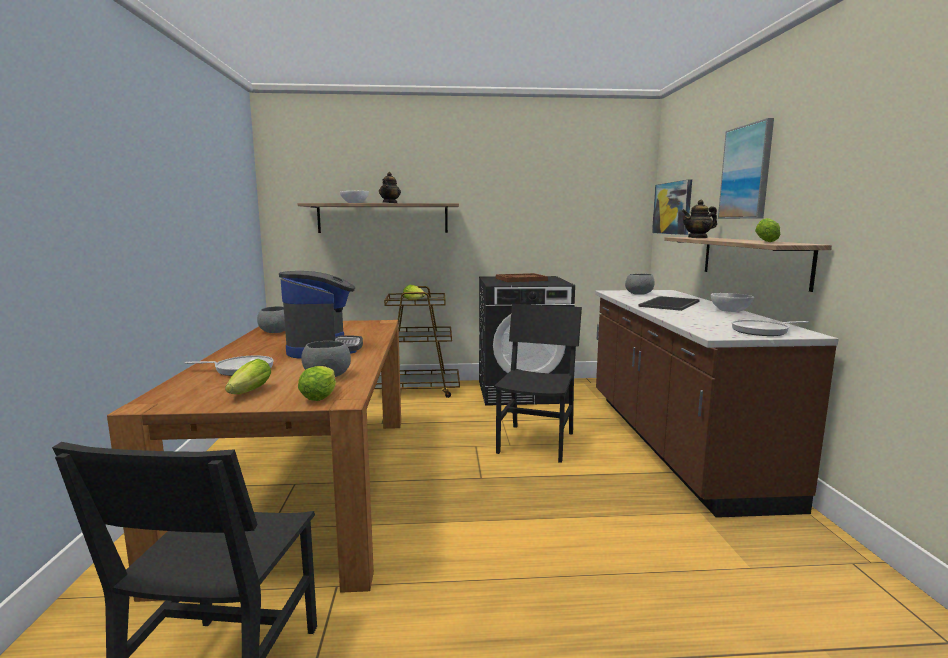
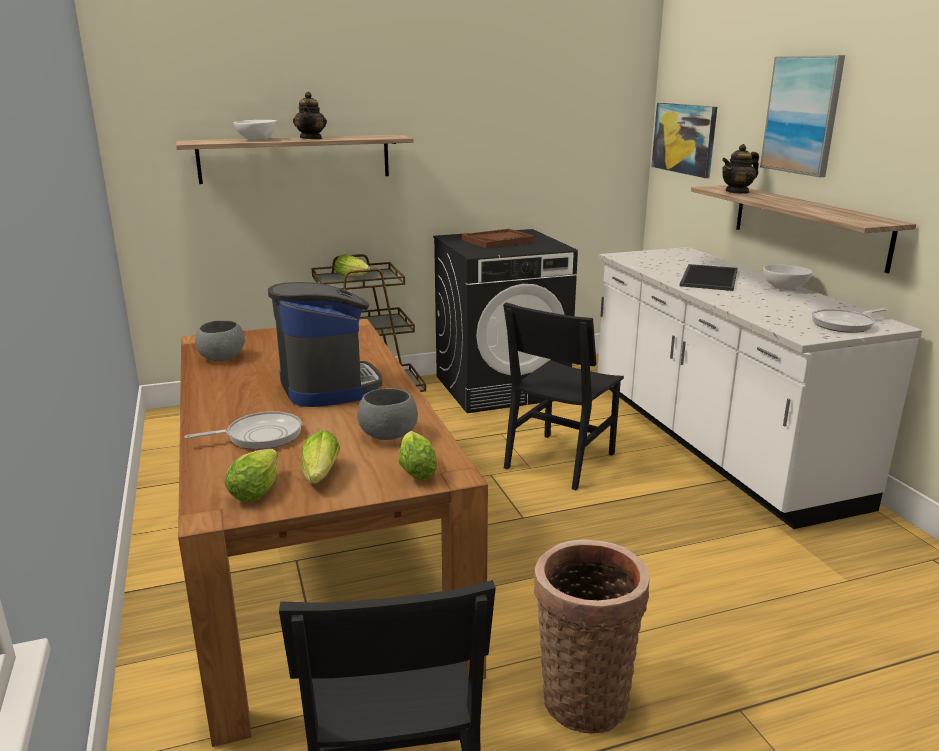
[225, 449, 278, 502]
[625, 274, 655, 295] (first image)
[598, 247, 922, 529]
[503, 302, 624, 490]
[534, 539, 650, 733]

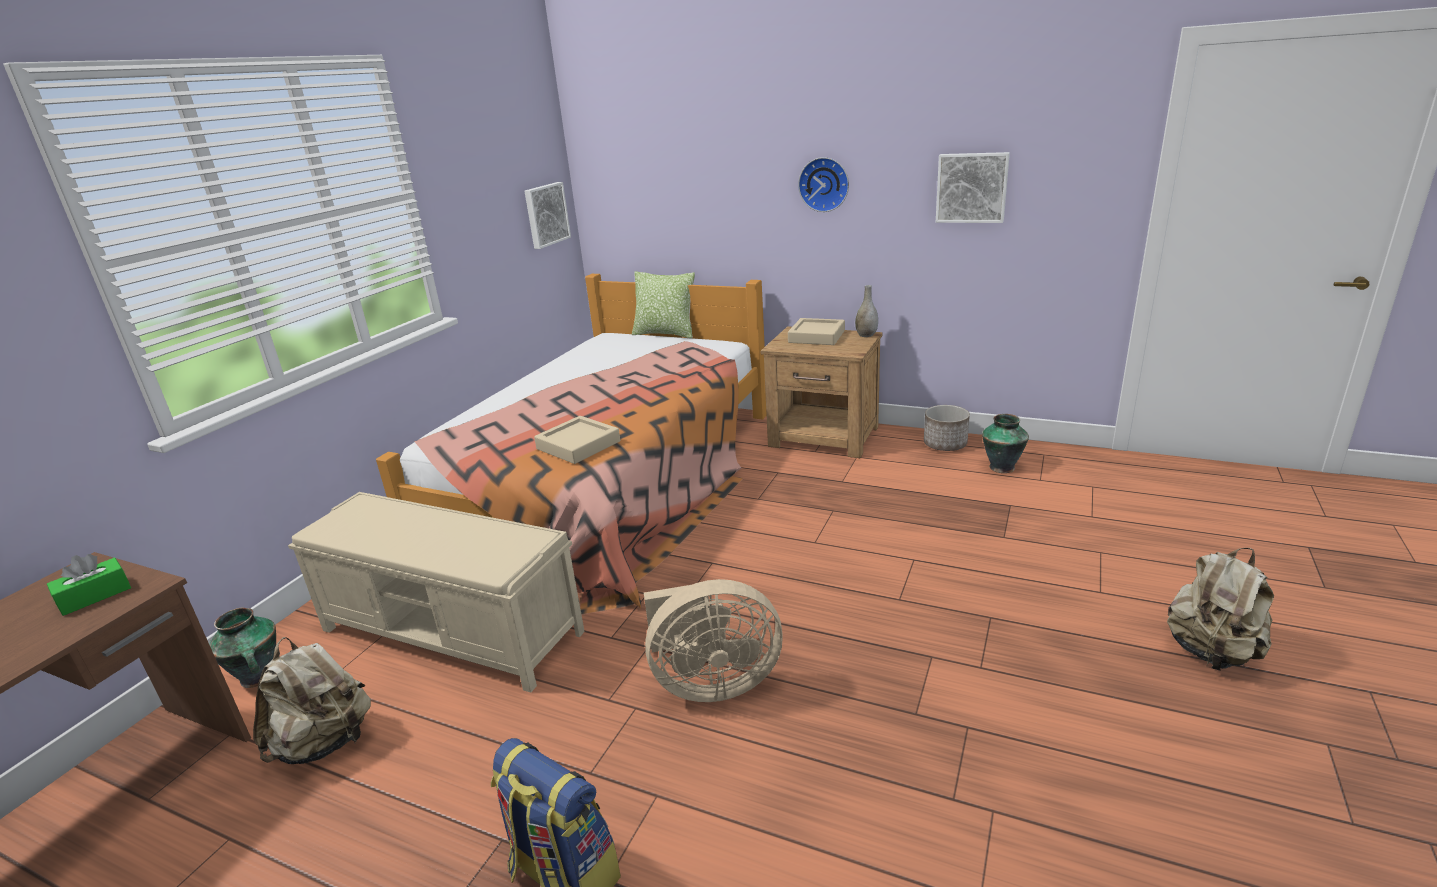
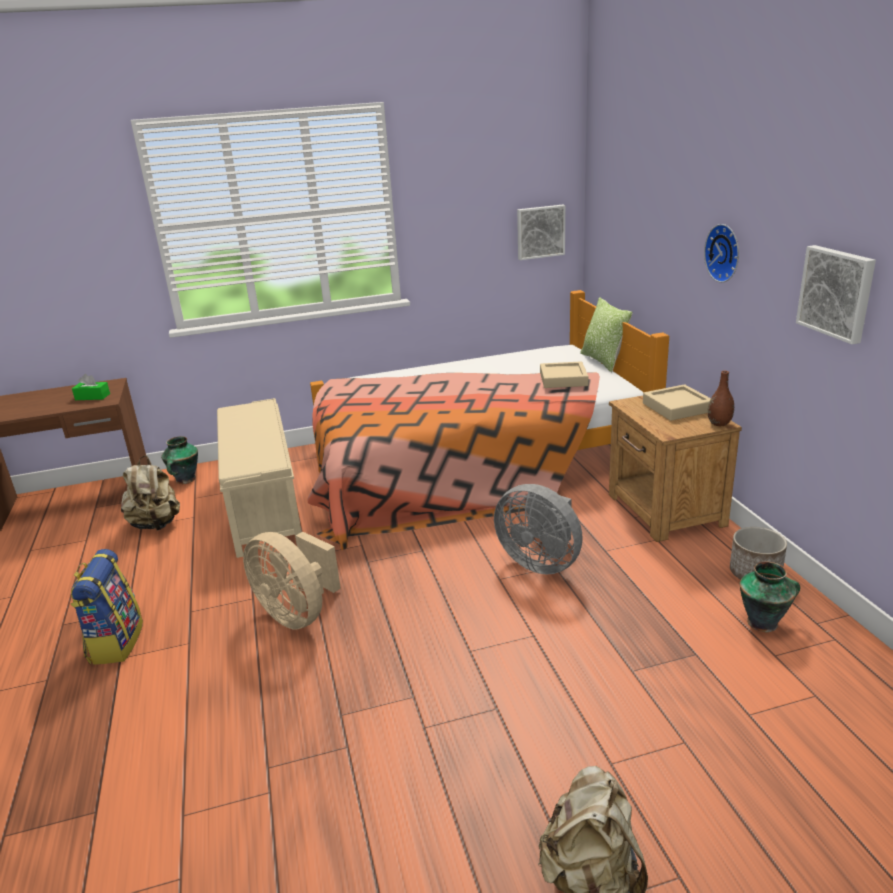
[708, 371, 734, 426]
[540, 361, 589, 388]
[494, 484, 583, 575]

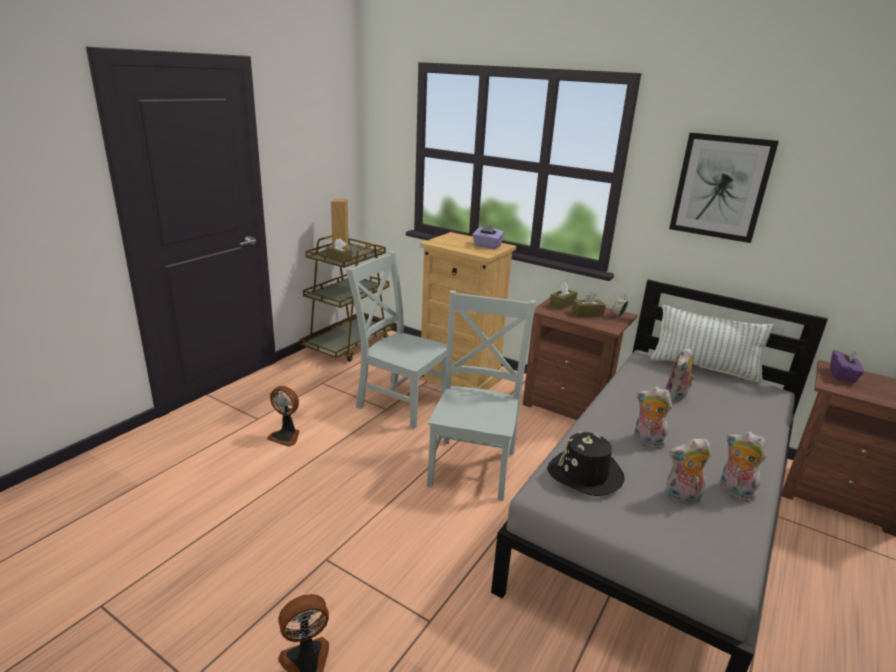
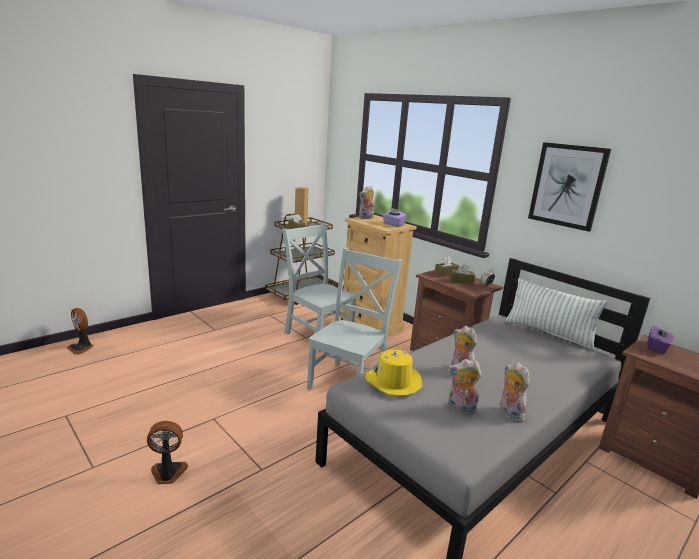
[359, 186, 374, 219]
[67, 308, 94, 355]
[365, 348, 423, 396]

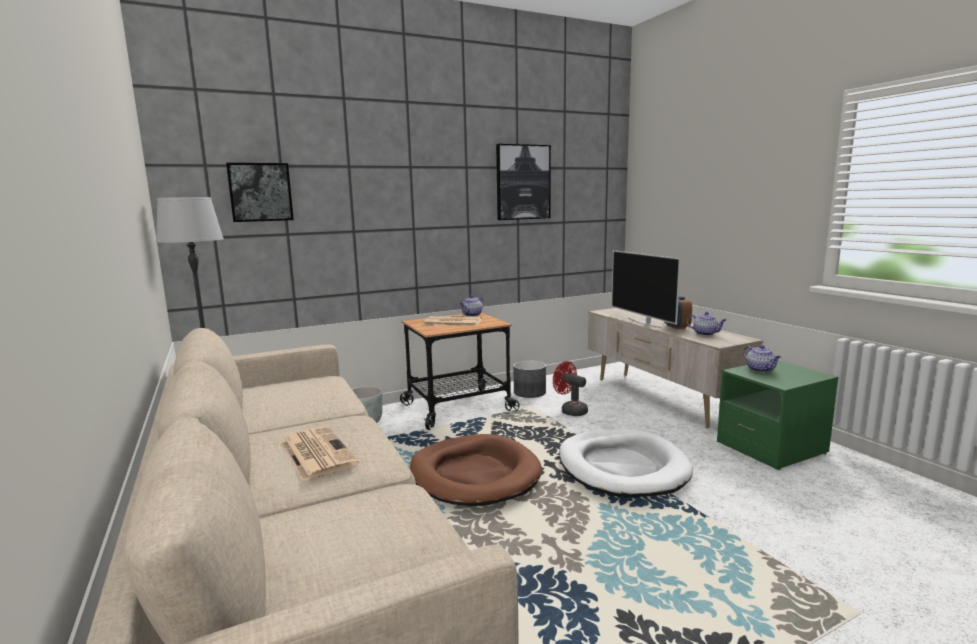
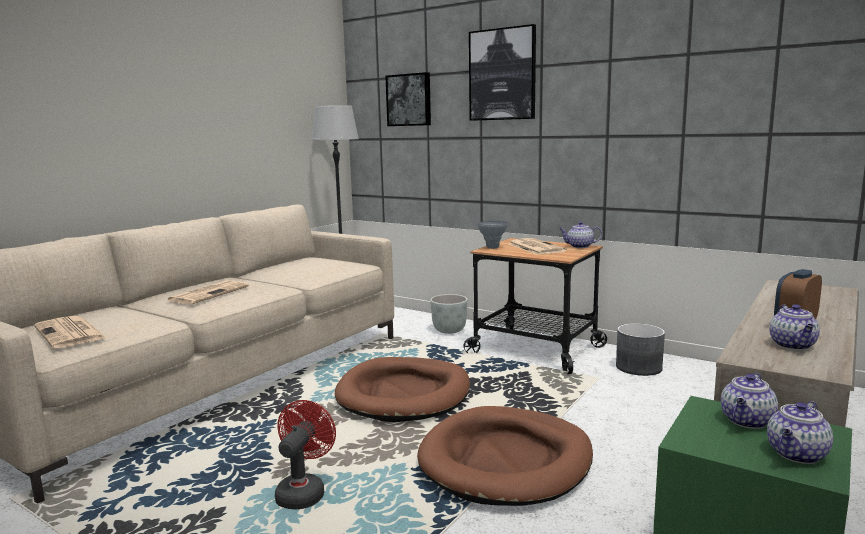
[469, 24, 536, 121]
[612, 250, 681, 328] (first image)
[275, 400, 336, 509]
[417, 406, 593, 506]
[478, 221, 508, 249]
[34, 316, 106, 348]
[767, 401, 833, 464]

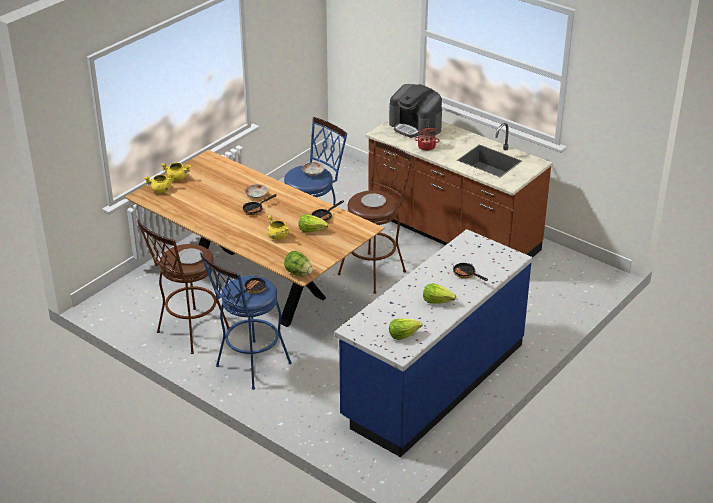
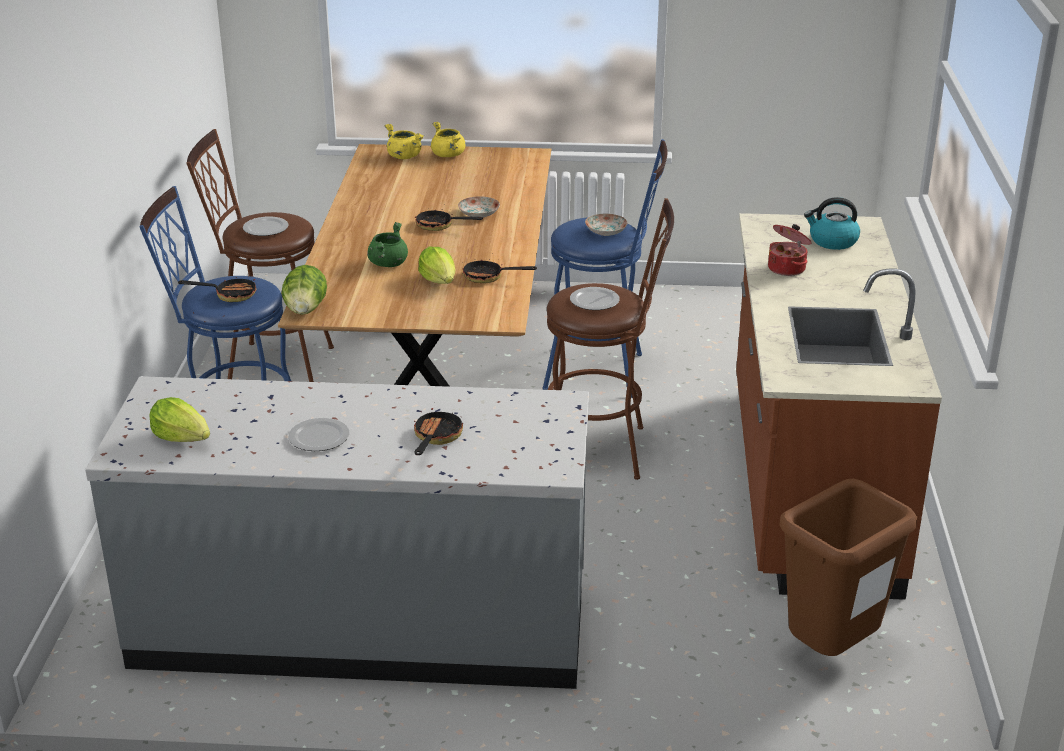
[804, 197, 860, 250]
[367, 222, 408, 267]
[85, 376, 589, 689]
[288, 418, 349, 451]
[779, 479, 917, 656]

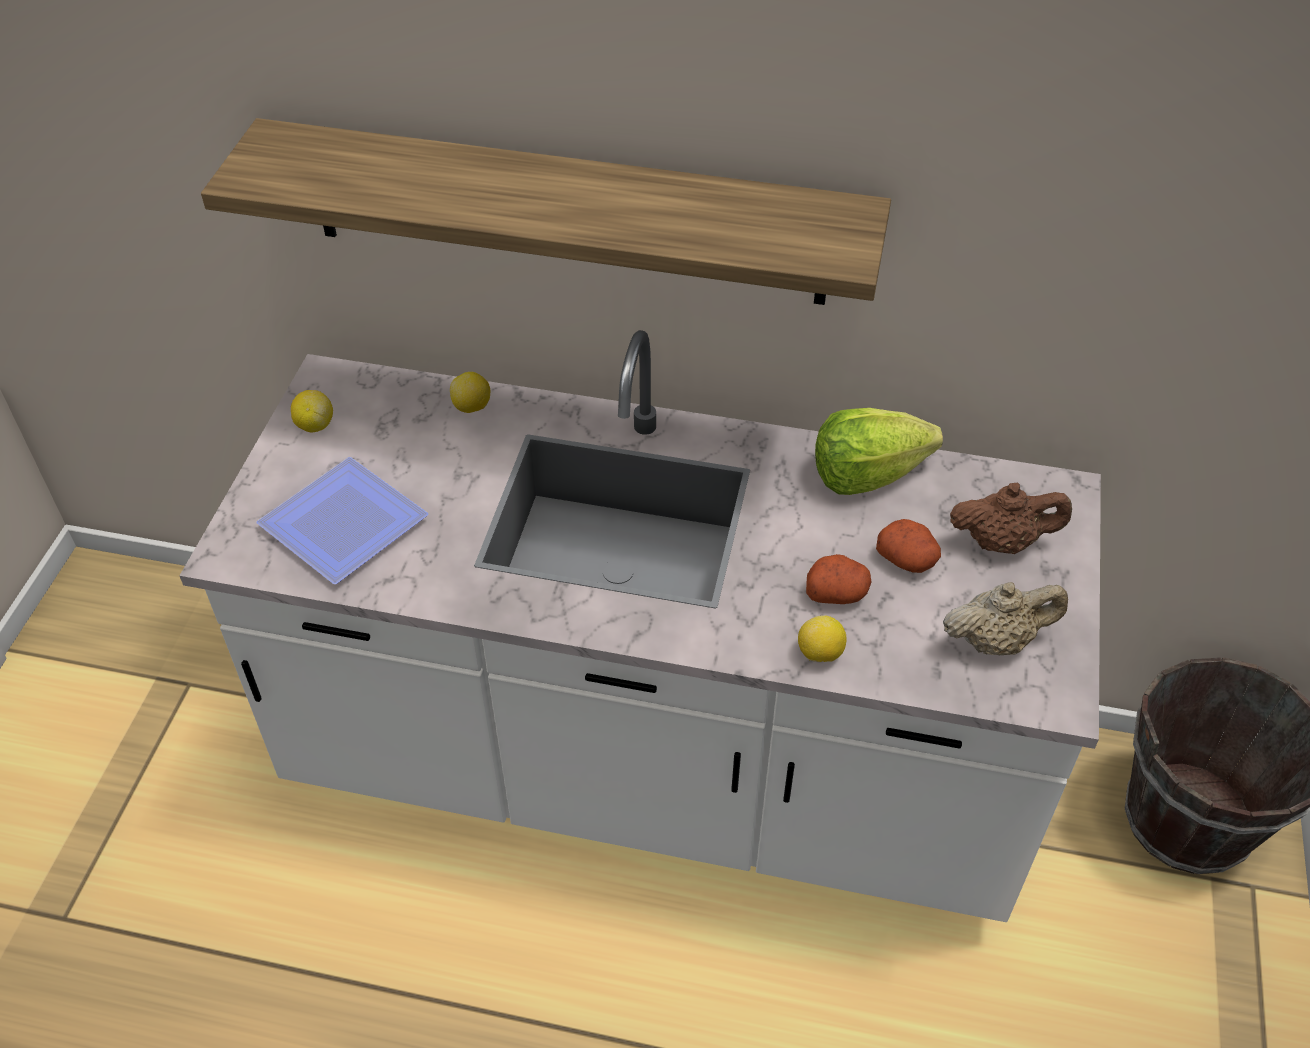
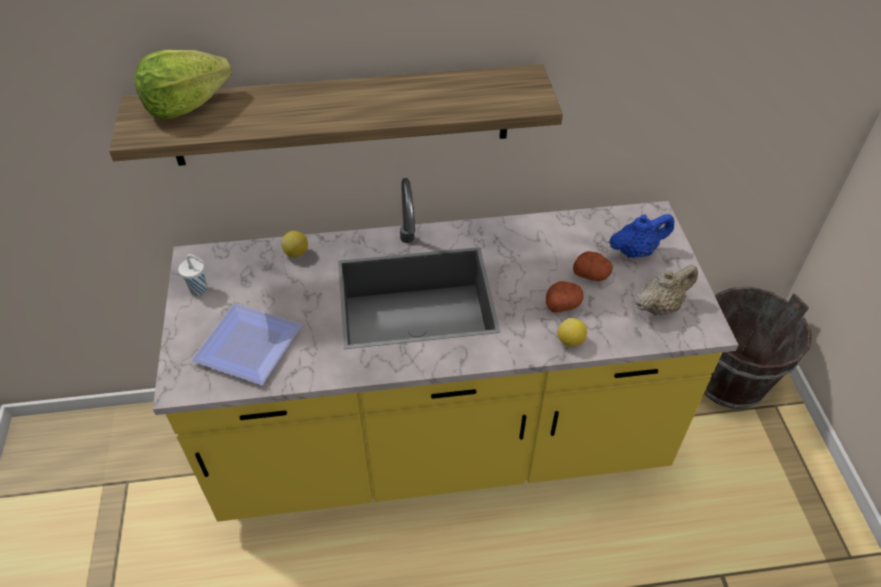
[153, 178, 738, 522]
[178, 254, 207, 296]
[135, 50, 232, 119]
[609, 214, 674, 258]

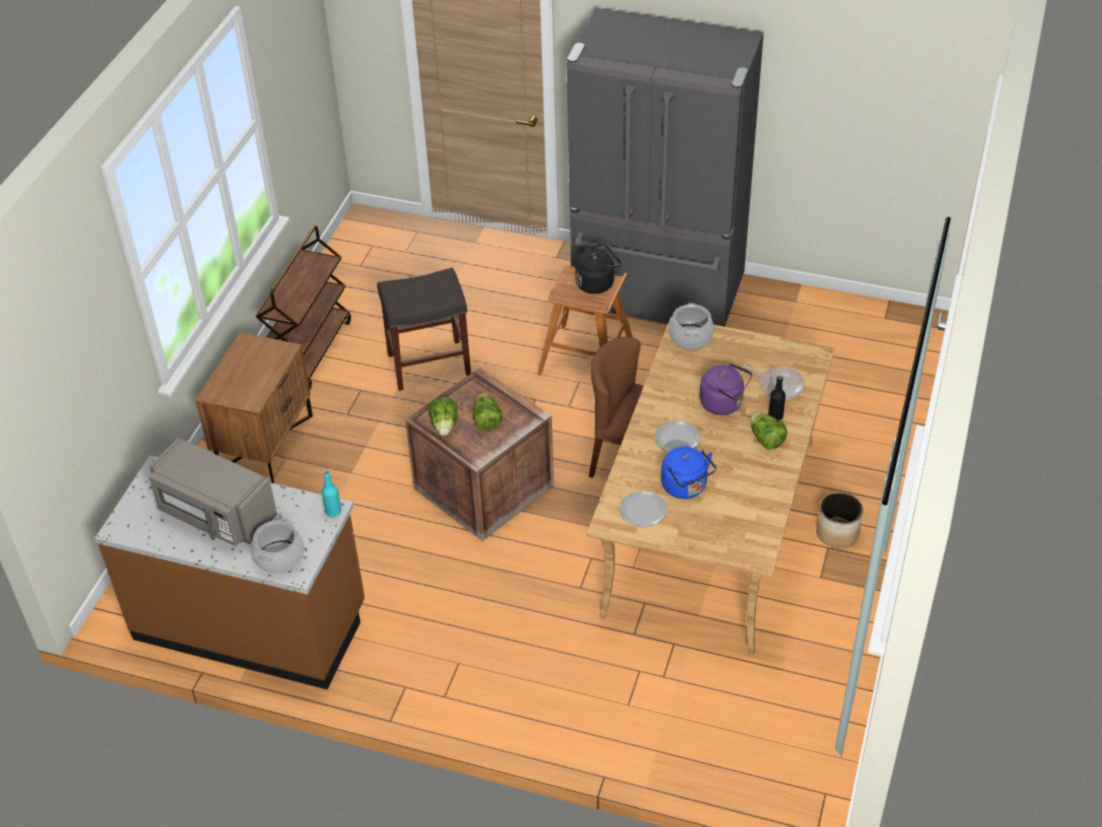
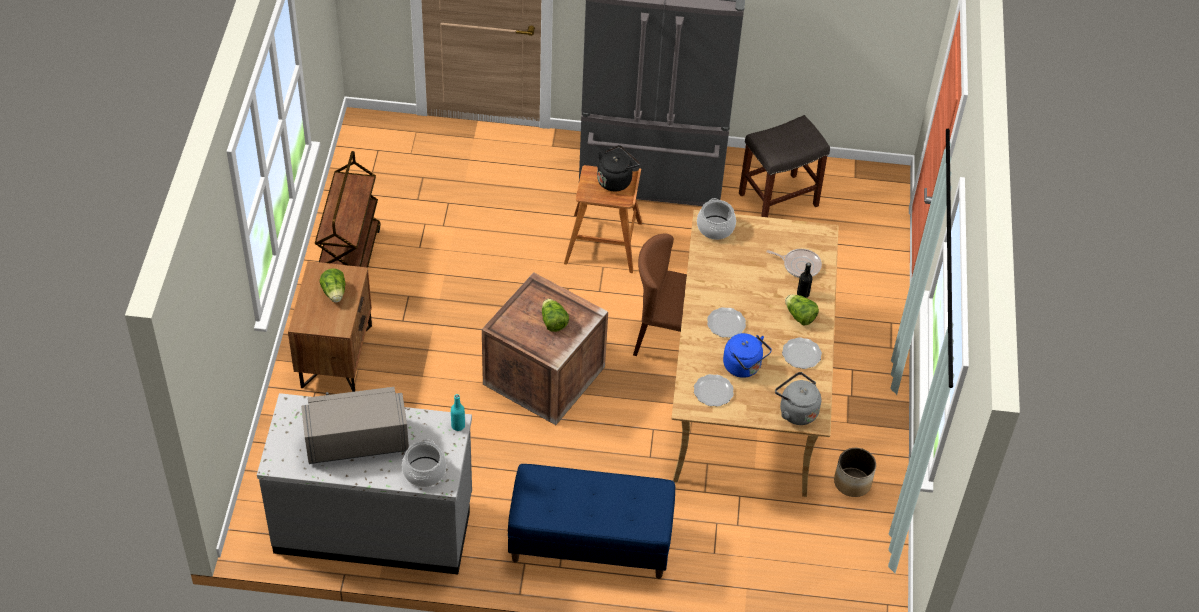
[739, 115, 830, 217]
[700, 363, 752, 415] (first image)
[320, 268, 346, 302]
[301, 387, 409, 464]
[257, 393, 472, 574]
[834, 448, 876, 497]
[782, 337, 822, 369]
[775, 372, 821, 425]
[508, 464, 675, 579]

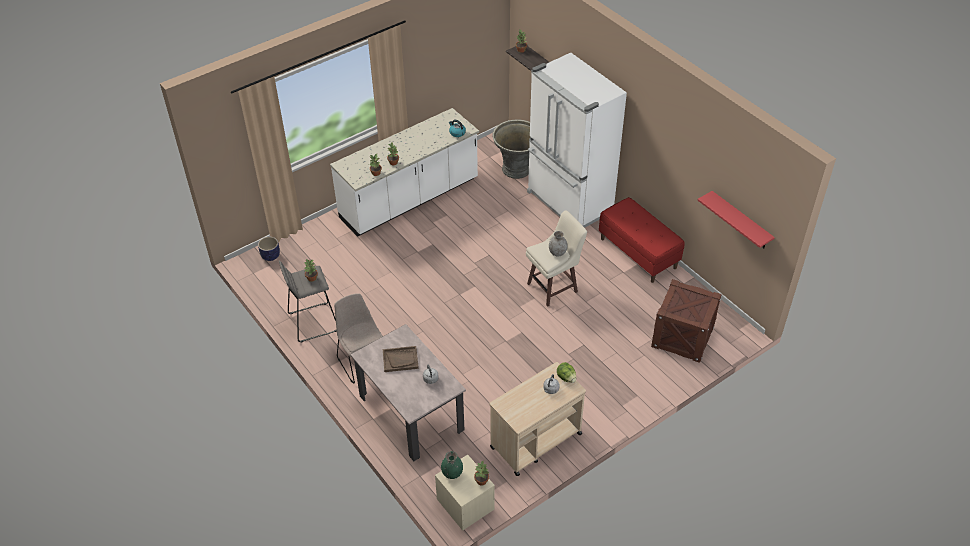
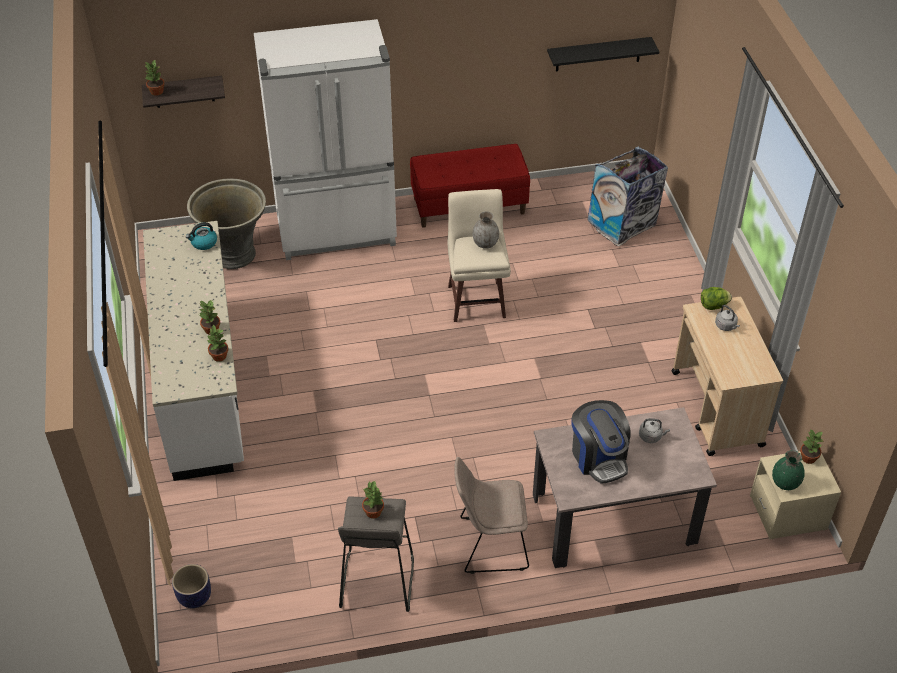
[547, 37, 659, 71]
[587, 147, 668, 246]
[572, 400, 631, 484]

